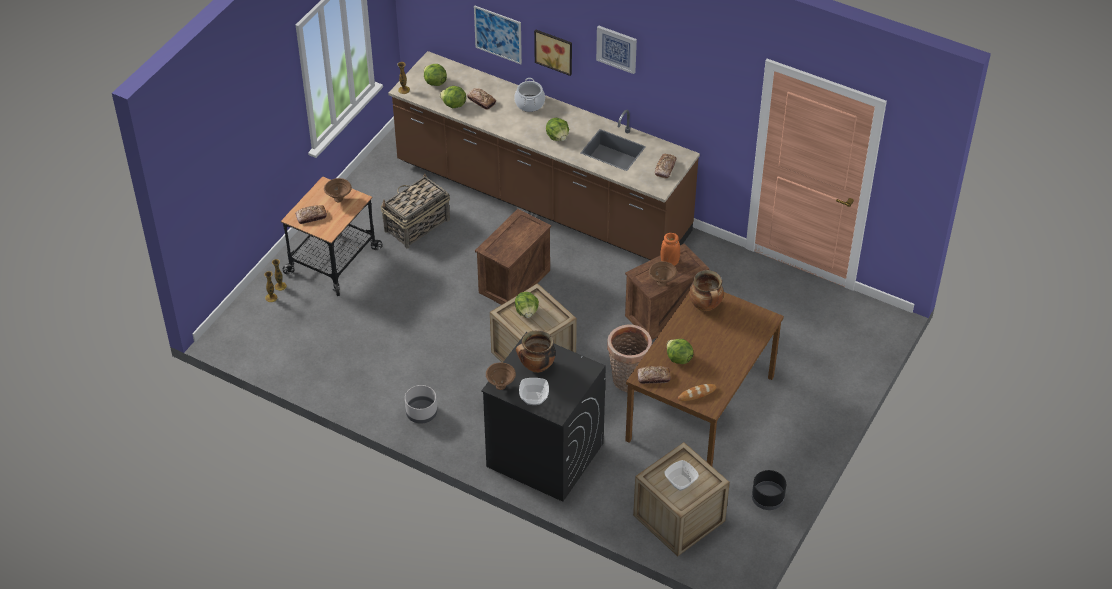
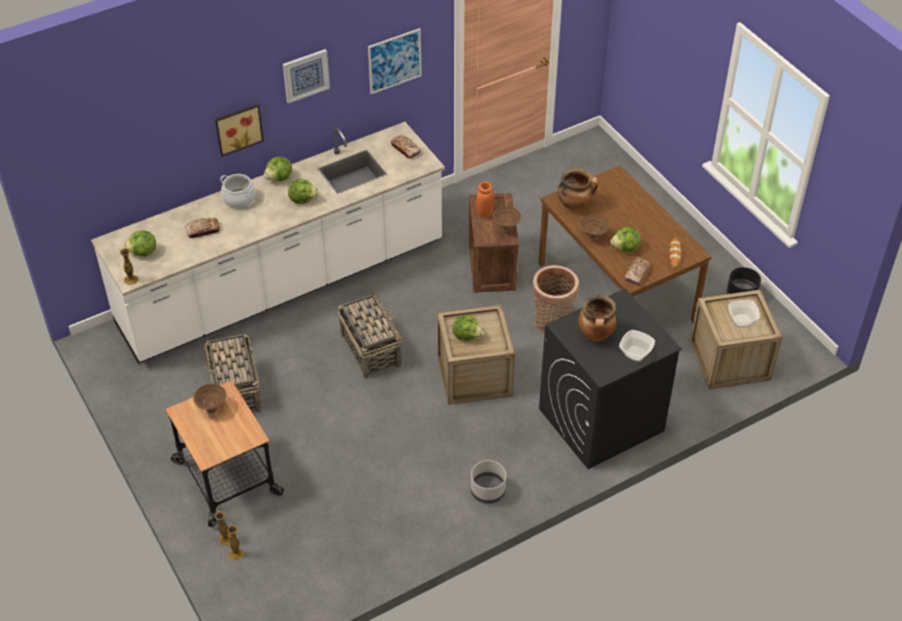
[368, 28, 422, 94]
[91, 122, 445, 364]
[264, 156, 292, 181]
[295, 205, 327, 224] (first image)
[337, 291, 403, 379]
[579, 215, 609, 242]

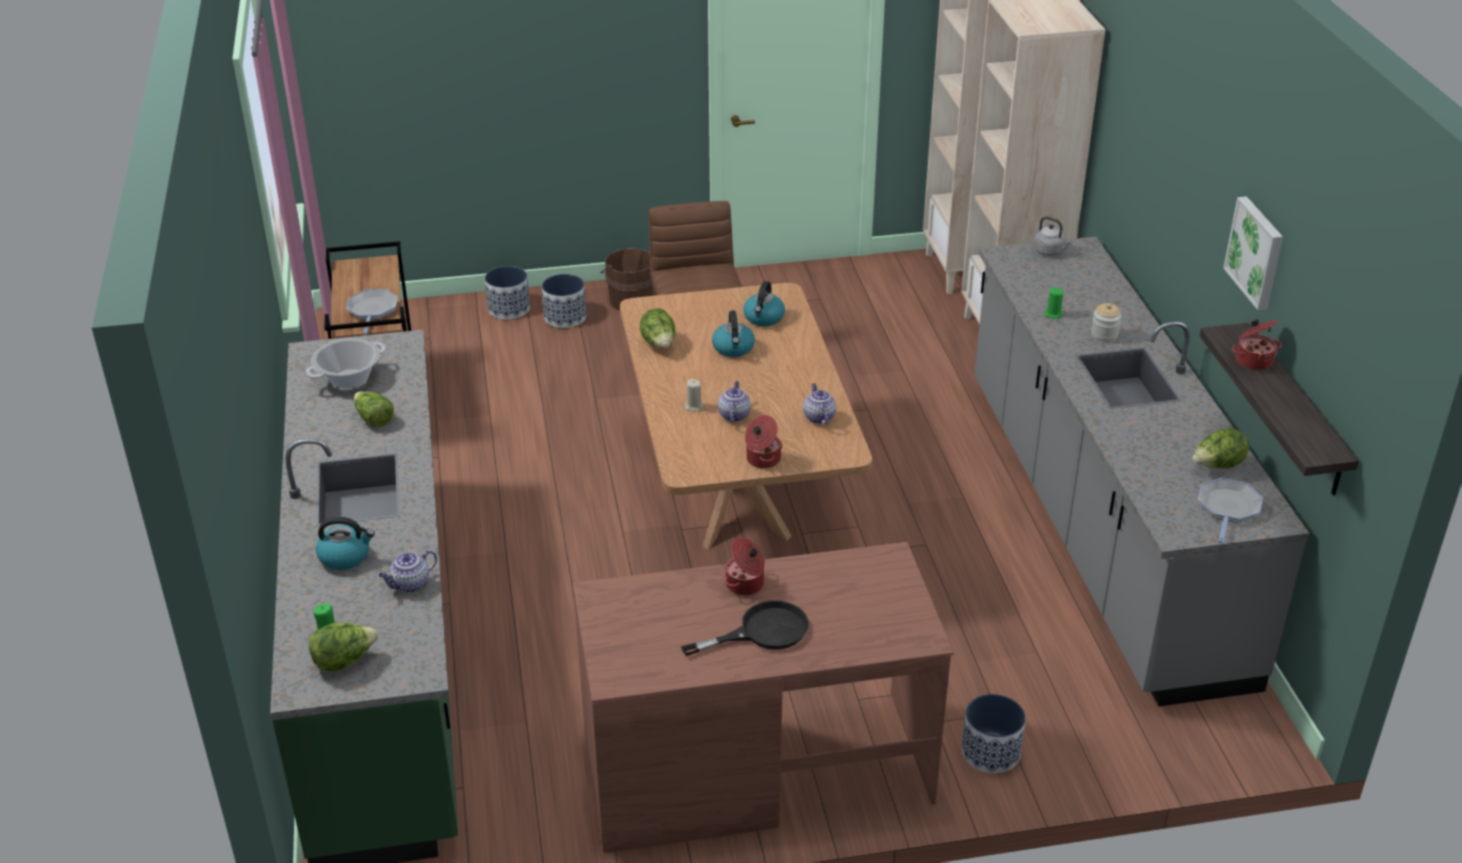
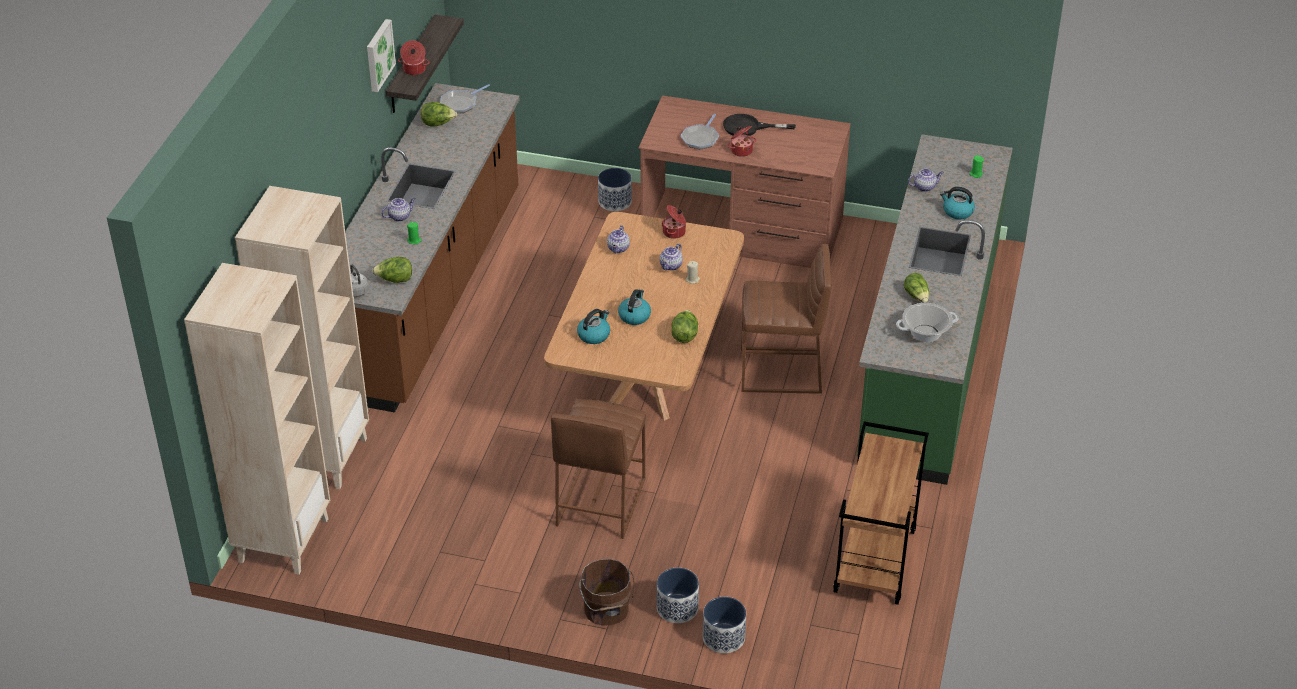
[345, 83, 520, 413]
[681, 114, 719, 150]
[381, 197, 416, 222]
[372, 257, 412, 283]
[741, 244, 832, 394]

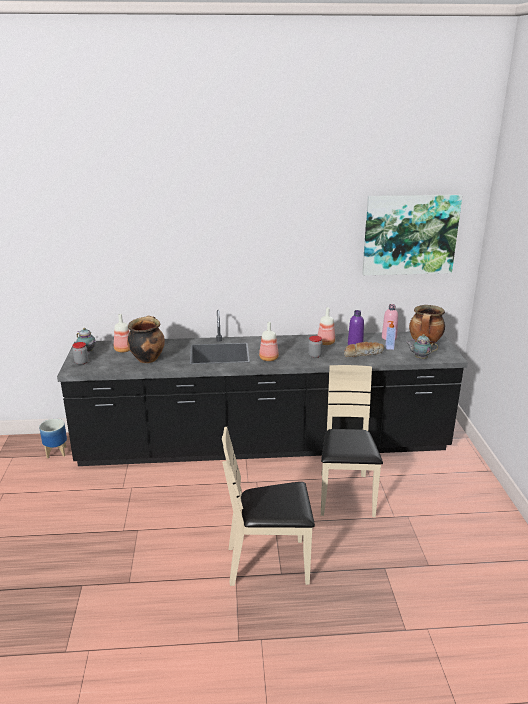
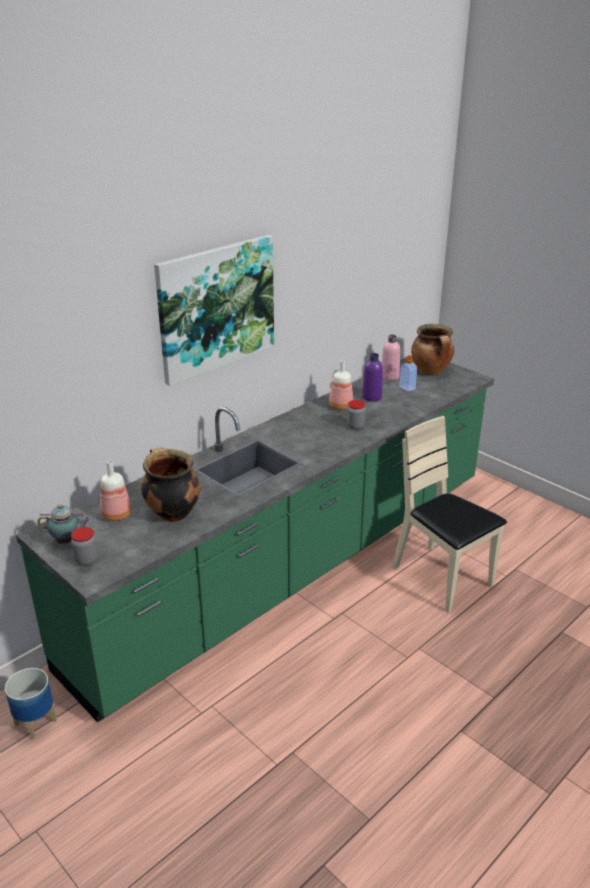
[154, 235, 274, 386]
[16, 355, 494, 722]
[259, 322, 279, 361] (first image)
[406, 334, 438, 359] (first image)
[344, 342, 384, 357] (first image)
[222, 427, 315, 586] (first image)

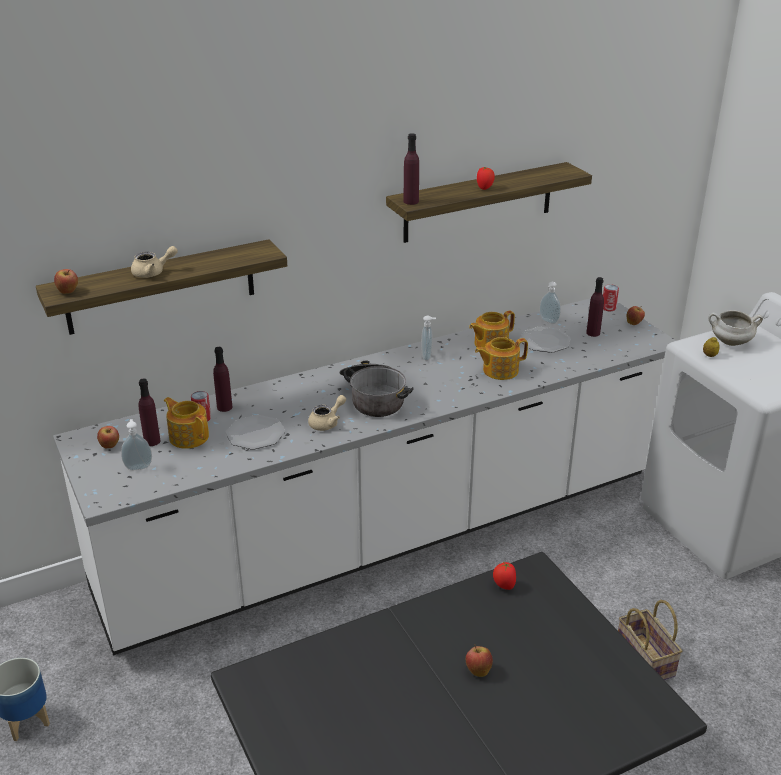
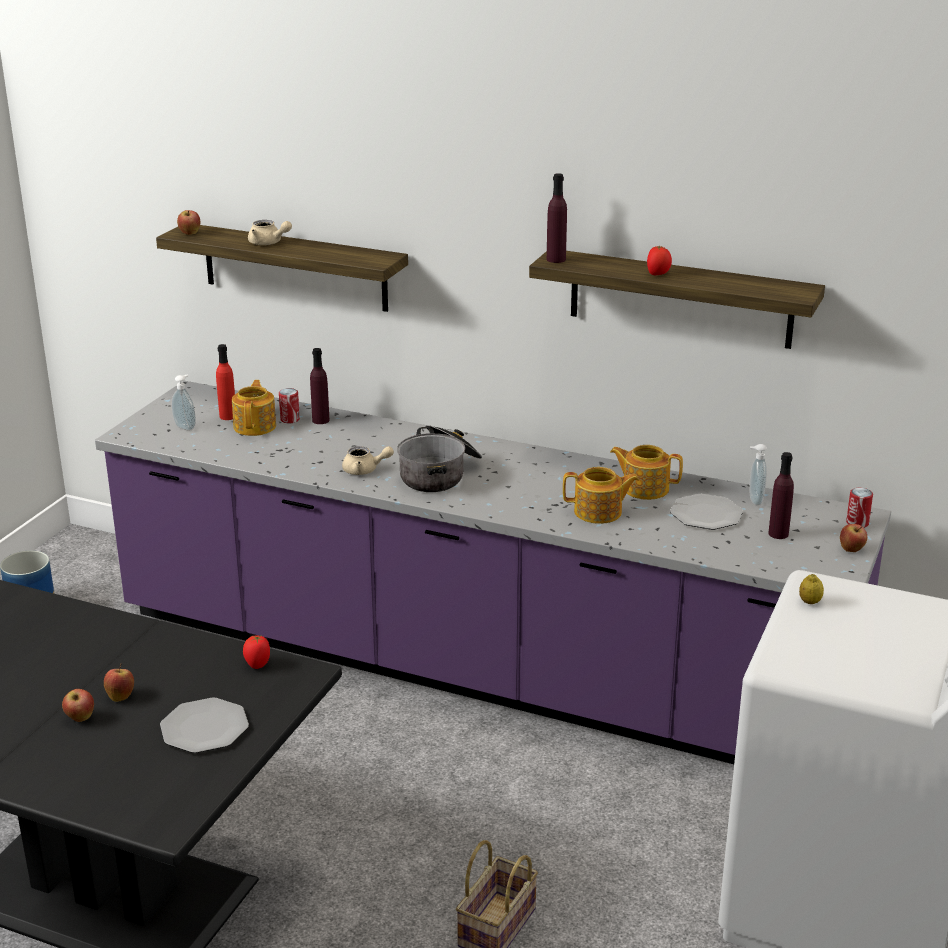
[95, 381, 891, 764]
[709, 310, 763, 346] (first image)
[421, 315, 436, 361] (first image)
[563, 467, 639, 524]
[216, 344, 235, 420]
[160, 698, 249, 753]
[62, 689, 94, 722]

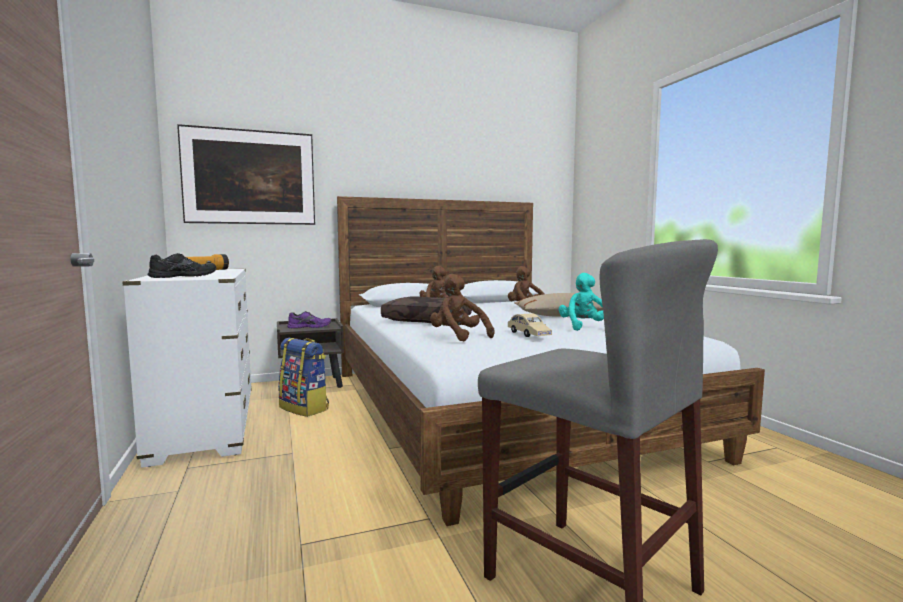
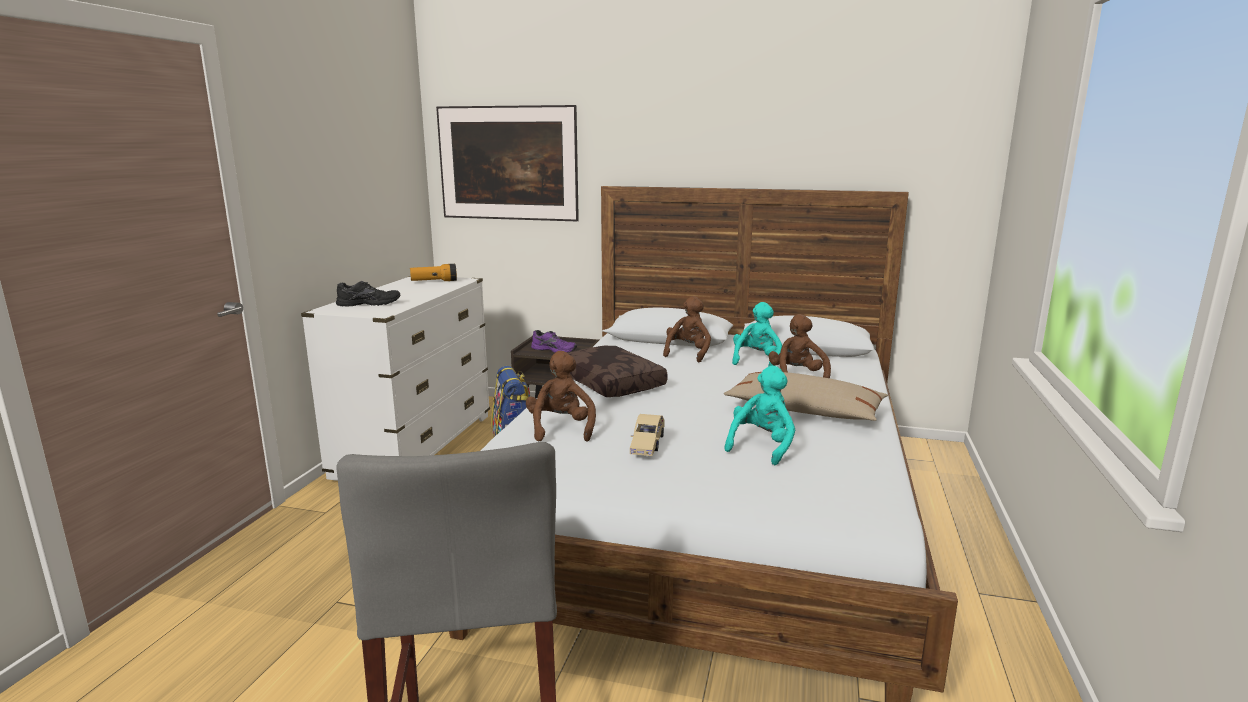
[732, 302, 782, 367]

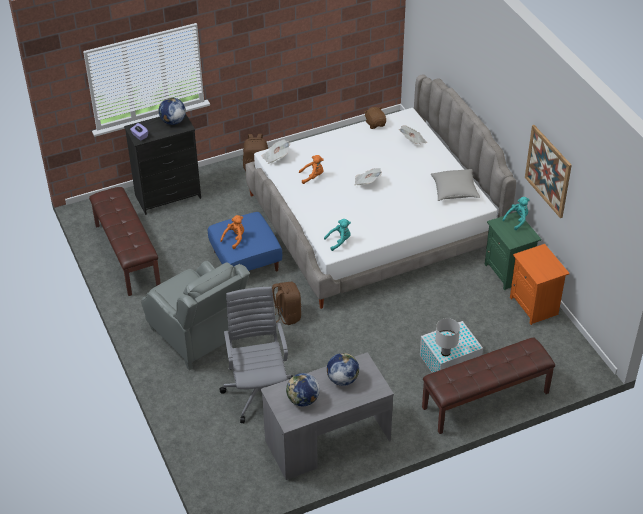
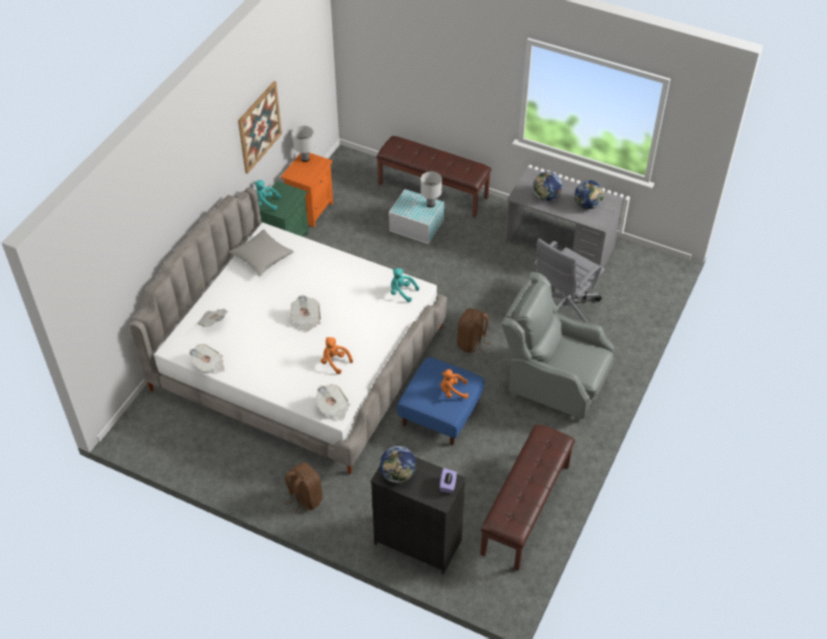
[189, 344, 225, 373]
[500, 272, 614, 423]
[292, 126, 315, 162]

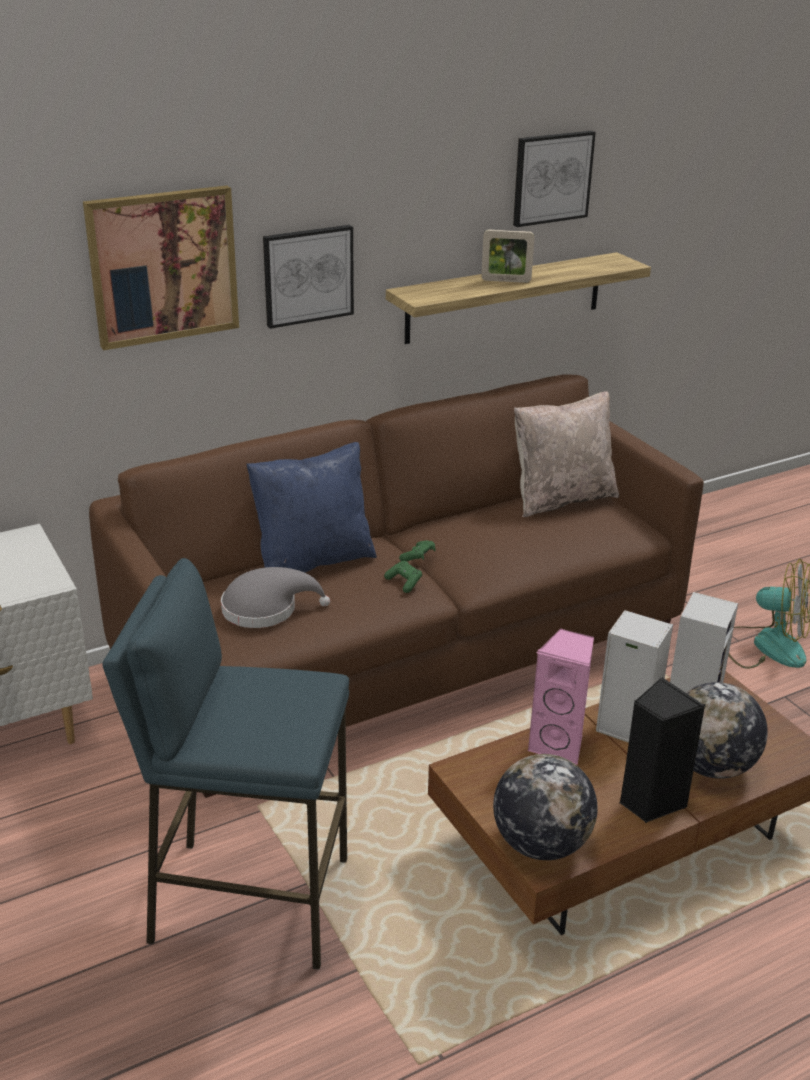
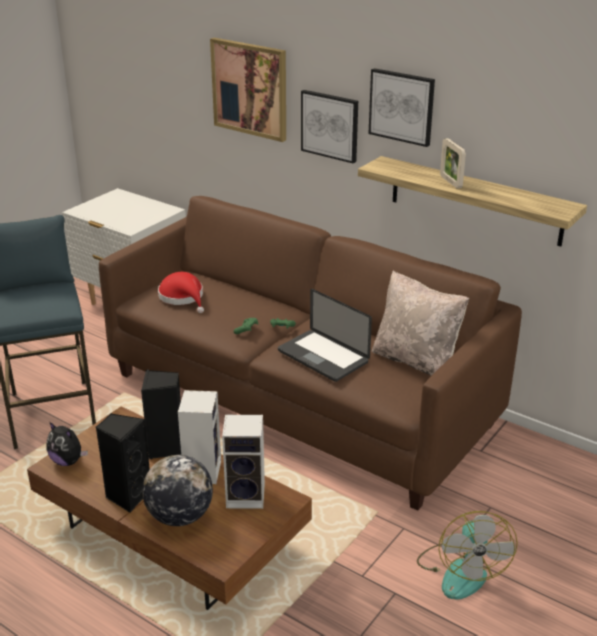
[368, 68, 435, 147]
[247, 442, 377, 573] (first image)
[158, 272, 204, 313]
[141, 370, 181, 459]
[46, 422, 88, 466]
[278, 289, 372, 382]

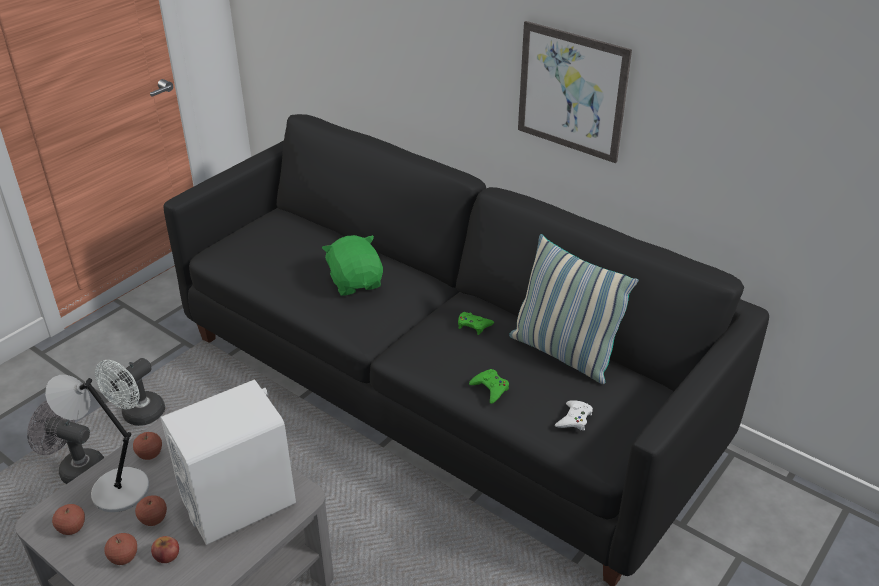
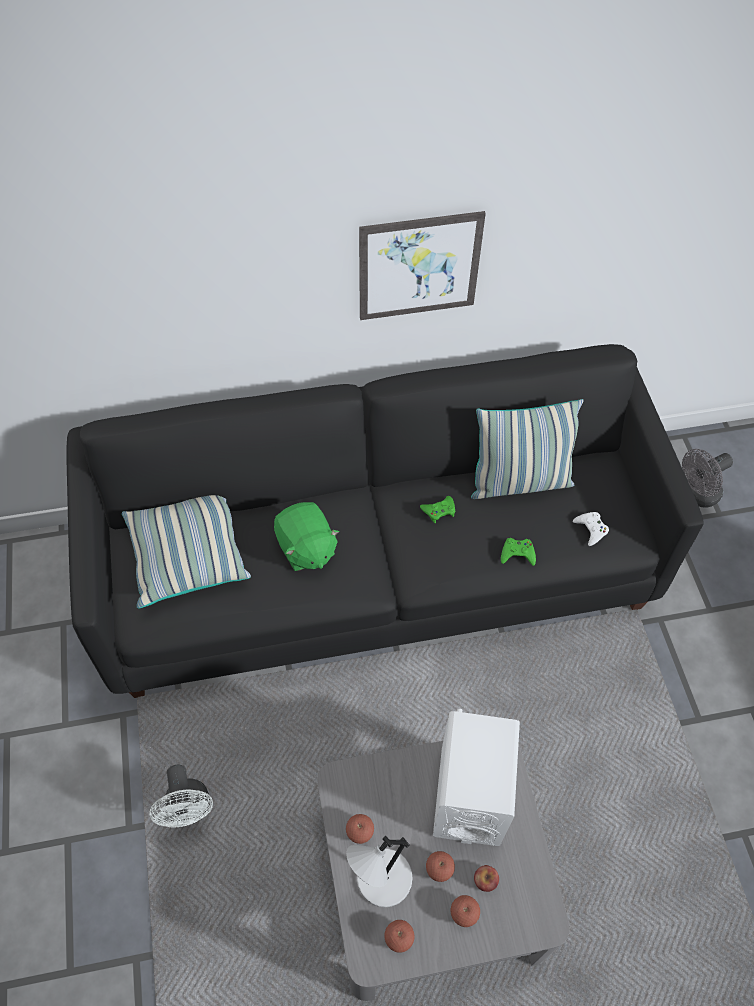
[274, 502, 339, 571]
[682, 449, 733, 507]
[122, 495, 251, 608]

